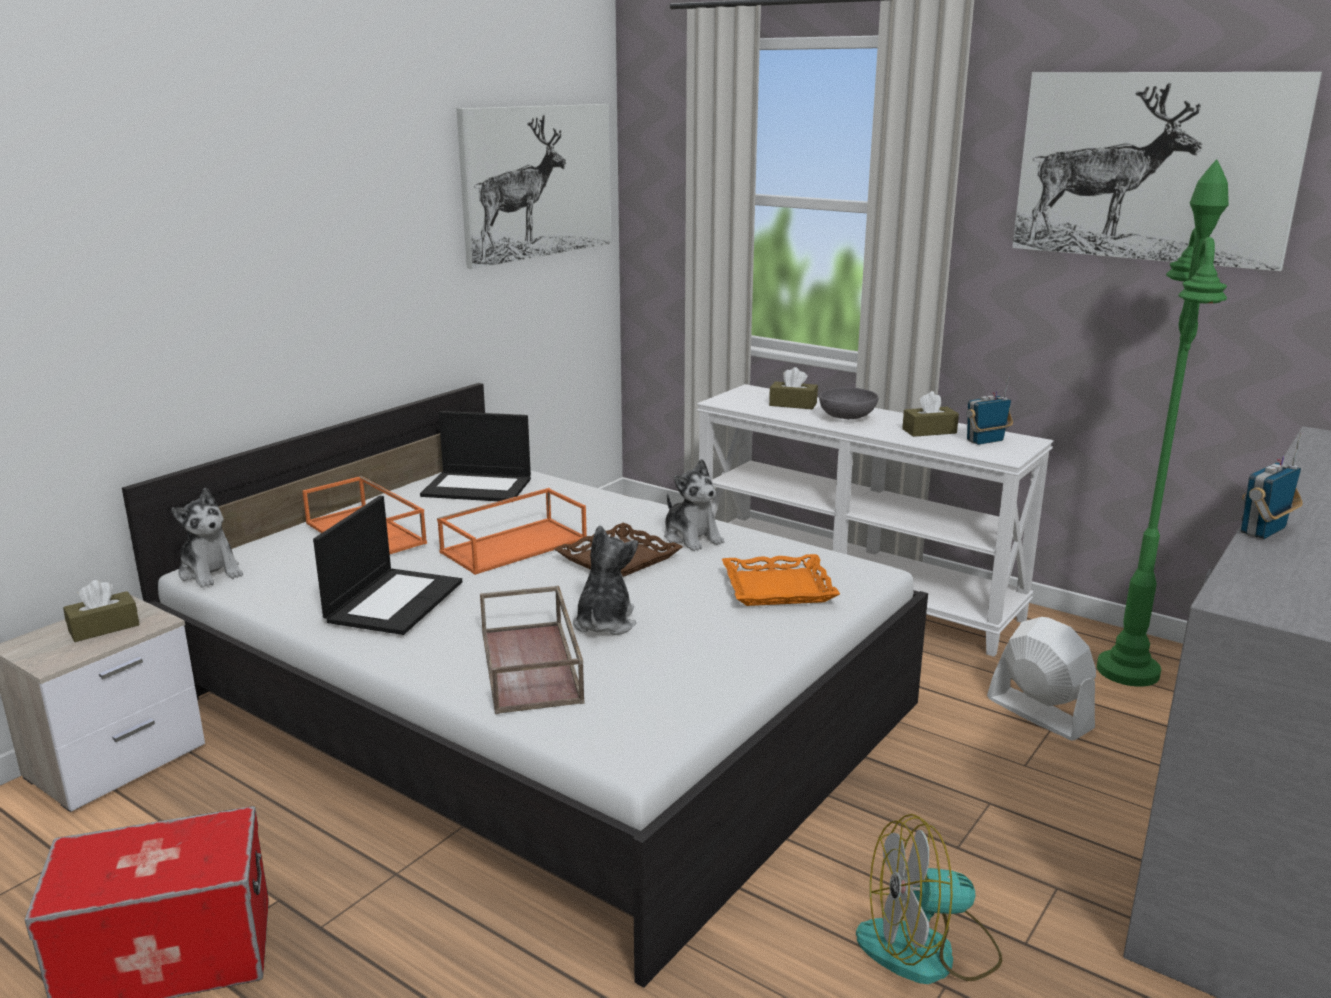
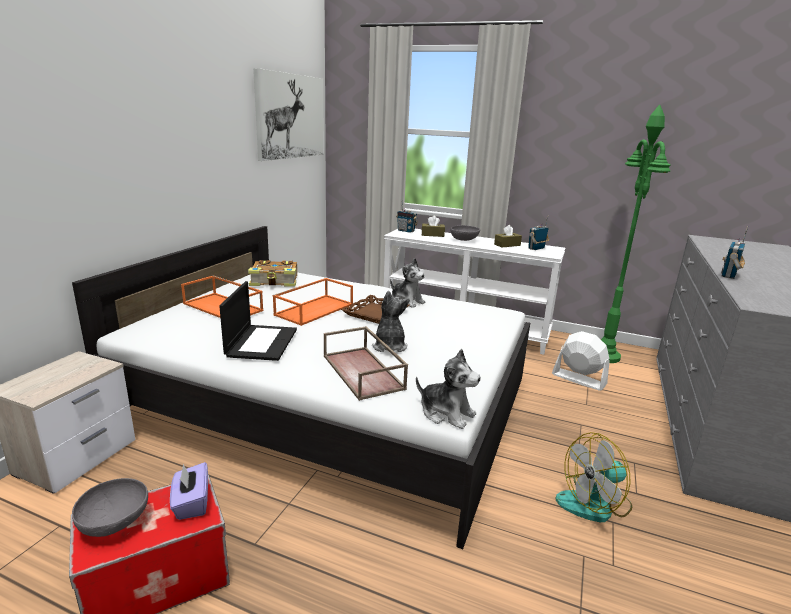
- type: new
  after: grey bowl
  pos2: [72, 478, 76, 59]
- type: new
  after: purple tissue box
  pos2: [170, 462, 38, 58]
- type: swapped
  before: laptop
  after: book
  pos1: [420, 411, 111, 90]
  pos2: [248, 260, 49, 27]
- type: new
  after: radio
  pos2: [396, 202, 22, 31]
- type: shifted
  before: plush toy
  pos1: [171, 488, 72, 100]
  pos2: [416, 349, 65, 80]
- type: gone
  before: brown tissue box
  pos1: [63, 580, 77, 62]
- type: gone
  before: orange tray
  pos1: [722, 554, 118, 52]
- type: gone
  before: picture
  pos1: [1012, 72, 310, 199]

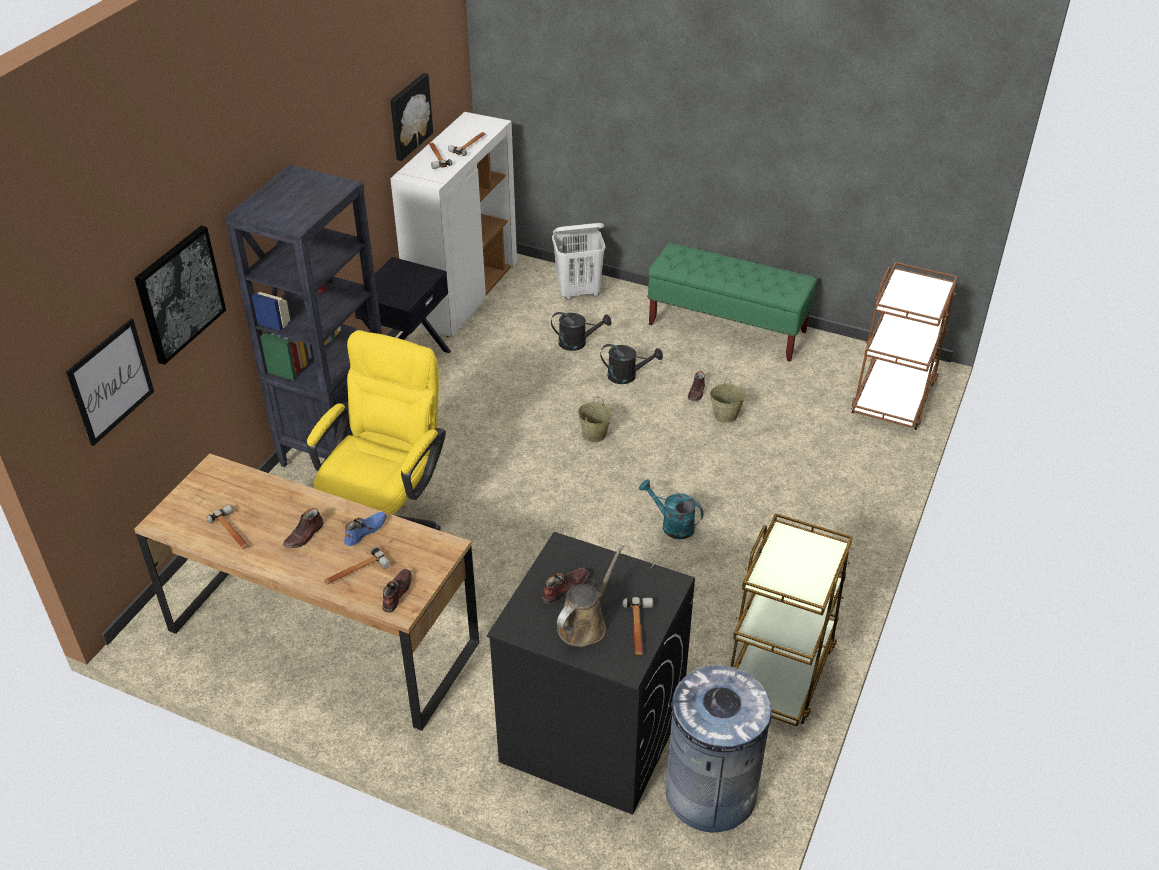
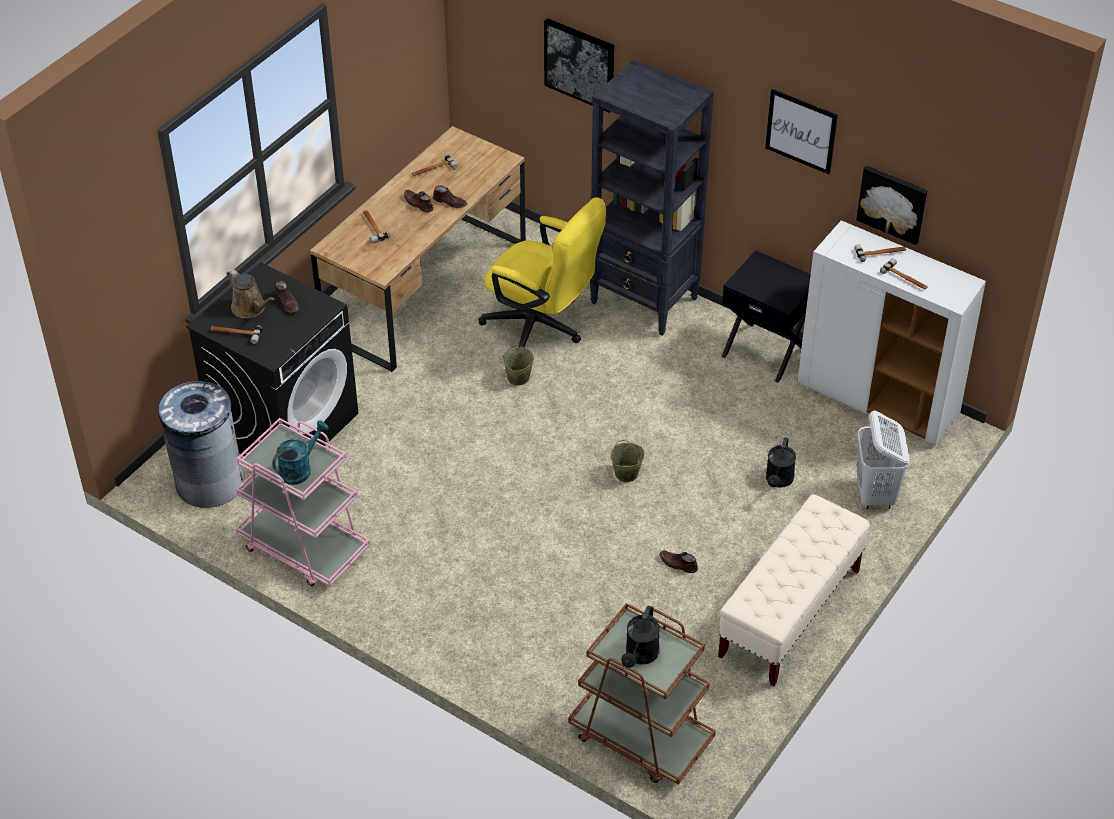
- type: repainted
  before: brown cart
  after: pink cart
  pos1: [730, 513, 123, 214]
  pos2: [236, 418, 134, 168]
- type: shifted
  before: turquoise watering can
  pos1: [639, 479, 65, 60]
  pos2: [272, 420, 57, 65]
- type: shifted
  before: brown shoe
  pos1: [382, 569, 30, 44]
  pos2: [433, 185, 35, 23]
- type: shifted
  before: beige bucket
  pos1: [710, 377, 36, 46]
  pos2: [502, 345, 32, 41]
- type: shifted
  before: black watering can
  pos1: [600, 344, 63, 40]
  pos2: [621, 606, 39, 62]
- type: repainted
  before: green bench
  after: beige bench
  pos1: [647, 243, 170, 119]
  pos2: [718, 494, 152, 192]
- type: shifted
  before: picture
  pos1: [66, 318, 88, 128]
  pos2: [765, 89, 73, 85]
- type: gone
  before: blue shoe
  pos1: [344, 512, 43, 34]

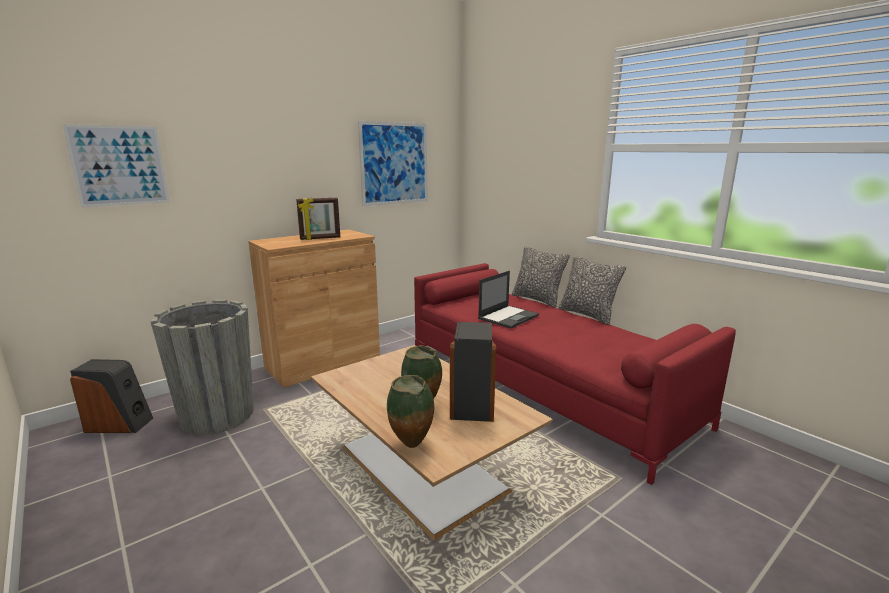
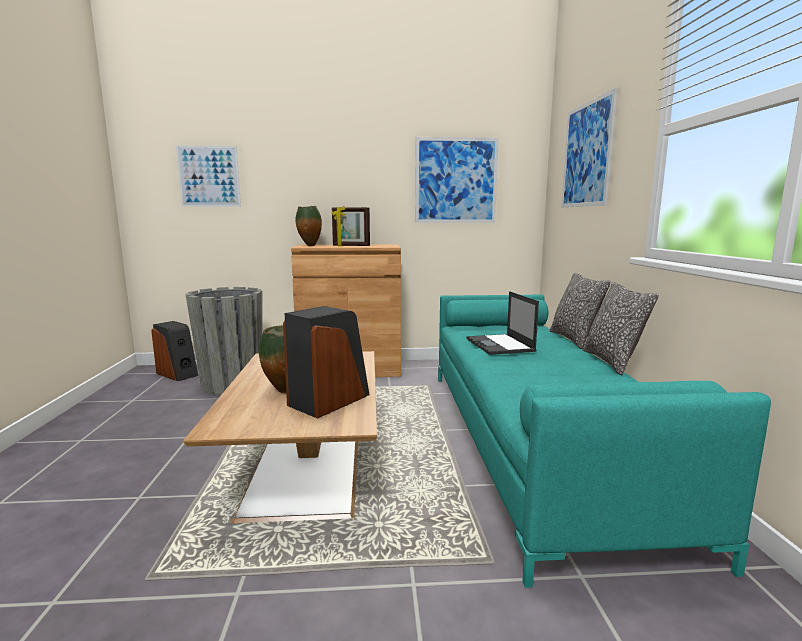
- type: shifted
  before: vase
  pos1: [387, 375, 47, 73]
  pos2: [295, 206, 27, 40]
- type: repainted
  before: red sofa
  after: turquoise sofa
  pos1: [414, 263, 322, 222]
  pos2: [438, 295, 333, 293]
- type: rotated
  before: laptop
  pos1: [478, 271, 61, 58]
  pos2: [467, 291, 72, 64]
  turn: 90
- type: new
  after: picture
  pos2: [561, 88, 56, 119]

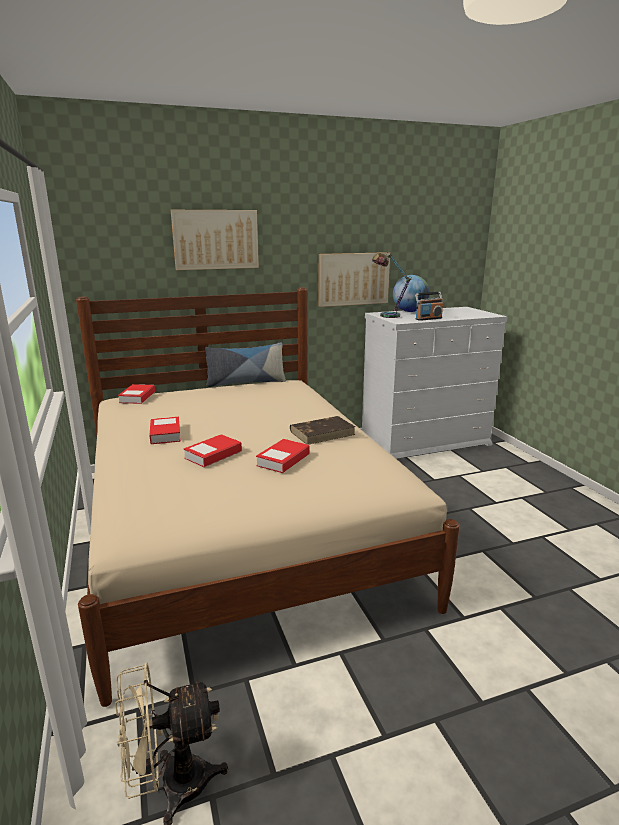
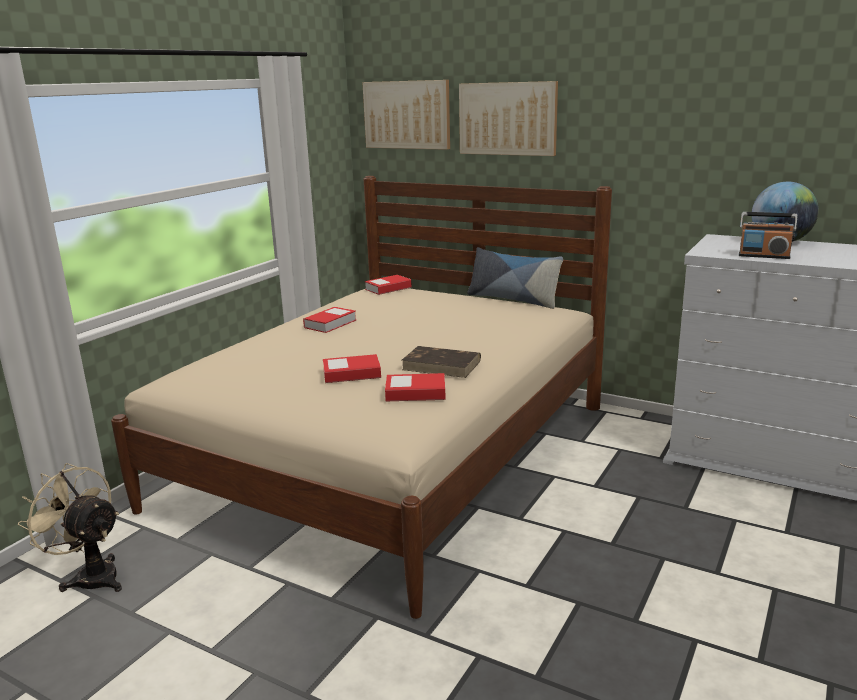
- type: shifted
  before: picture
  pos1: [318, 252, 72, 55]
  pos2: [362, 80, 88, 70]
- type: shifted
  before: book
  pos1: [184, 434, 58, 33]
  pos2: [385, 373, 61, 28]
- type: gone
  before: table lamp
  pos1: [372, 253, 40, 65]

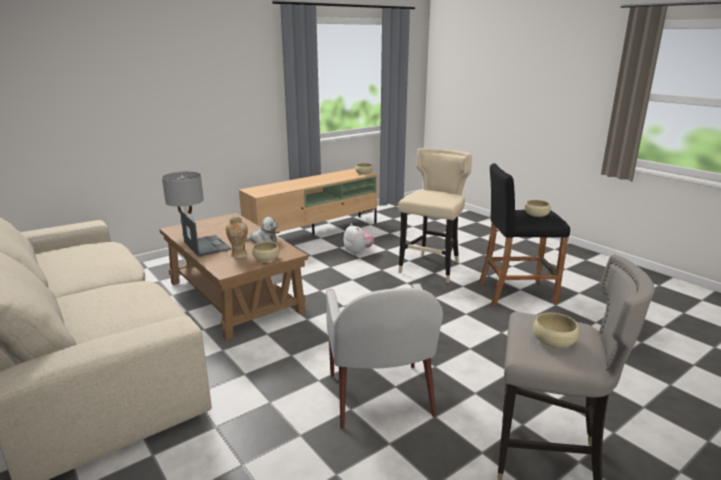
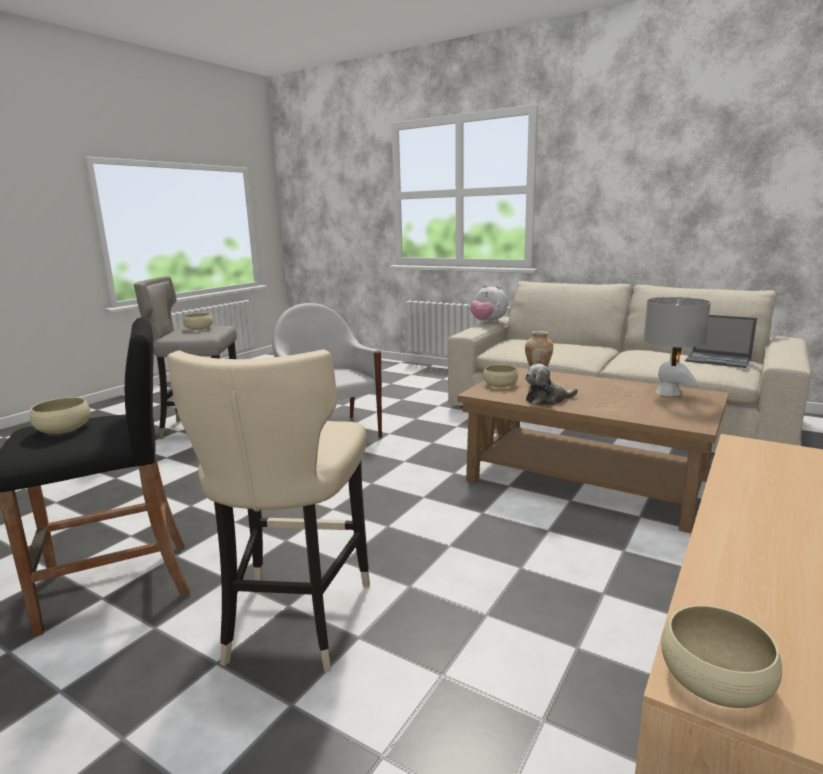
- type: shifted
  before: plush toy
  pos1: [343, 224, 31, 31]
  pos2: [470, 285, 38, 38]
- type: shifted
  before: laptop
  pos1: [180, 210, 51, 47]
  pos2: [685, 315, 72, 53]

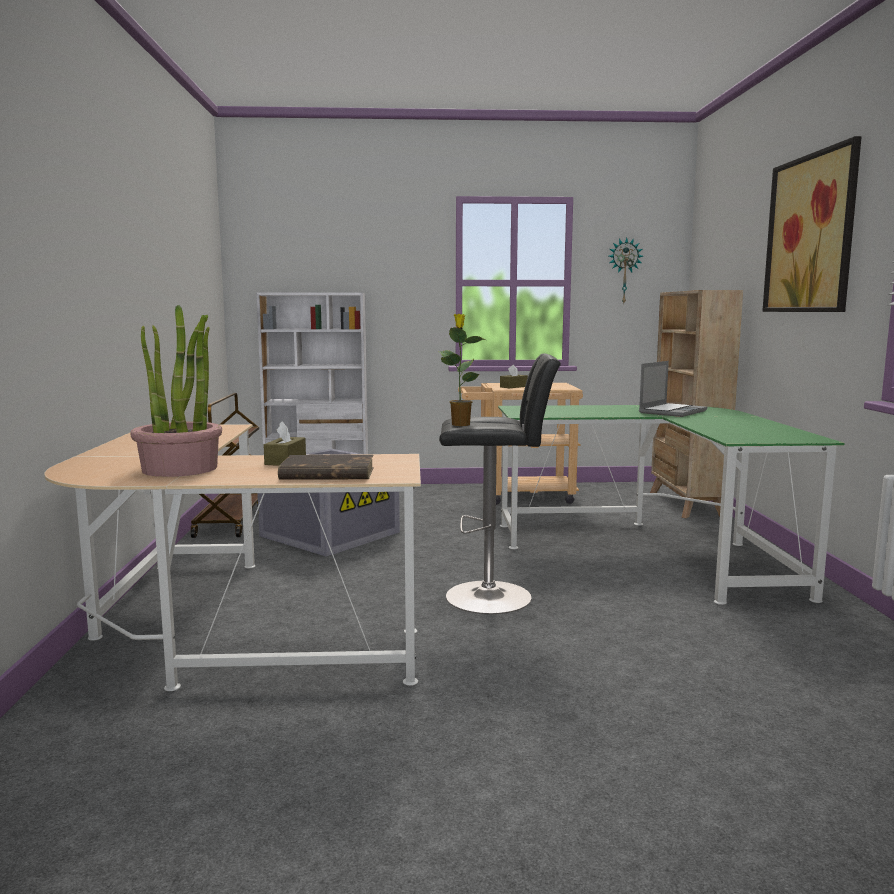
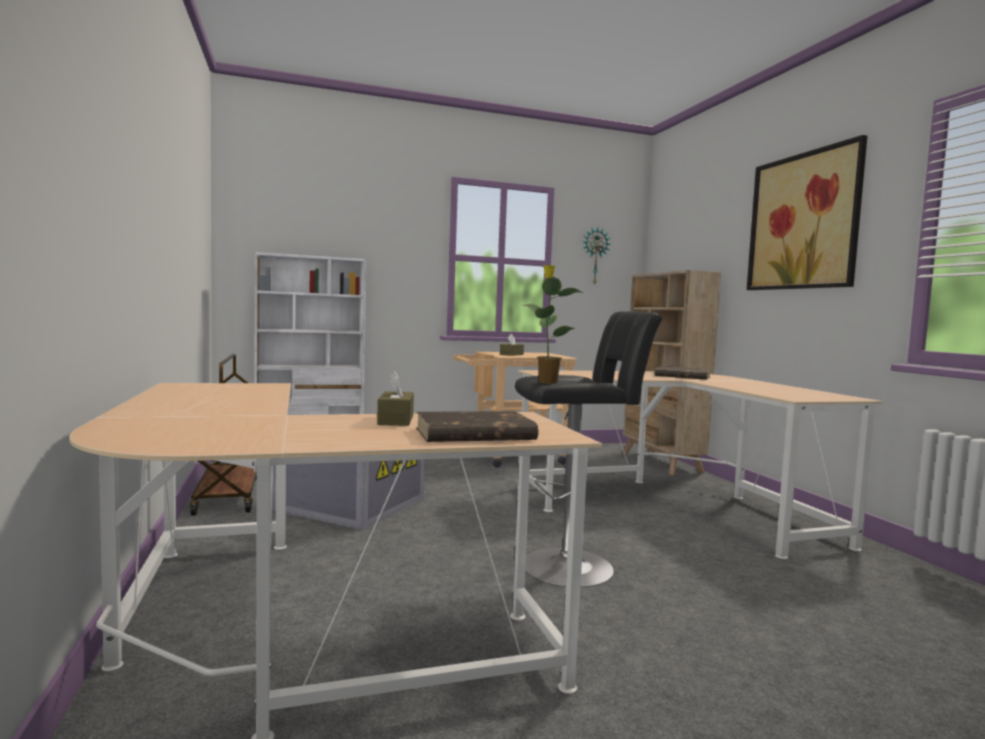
- type: repainted
  before: green desk
  after: beige desk
  pos1: [498, 405, 347, 200]
  pos2: [517, 370, 366, 189]
- type: swapped
  before: laptop
  after: brown book
  pos1: [639, 361, 68, 56]
  pos2: [654, 366, 56, 14]
- type: gone
  before: potted plant
  pos1: [130, 305, 92, 172]

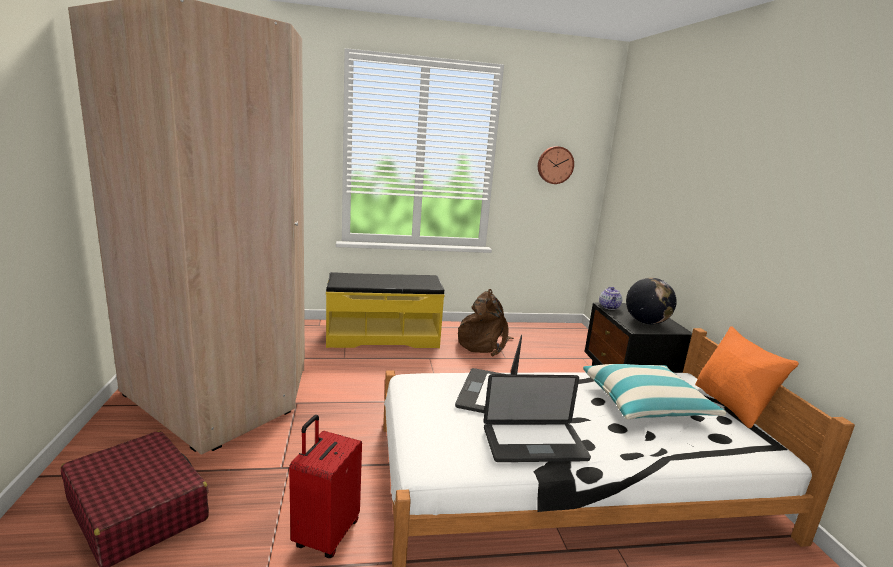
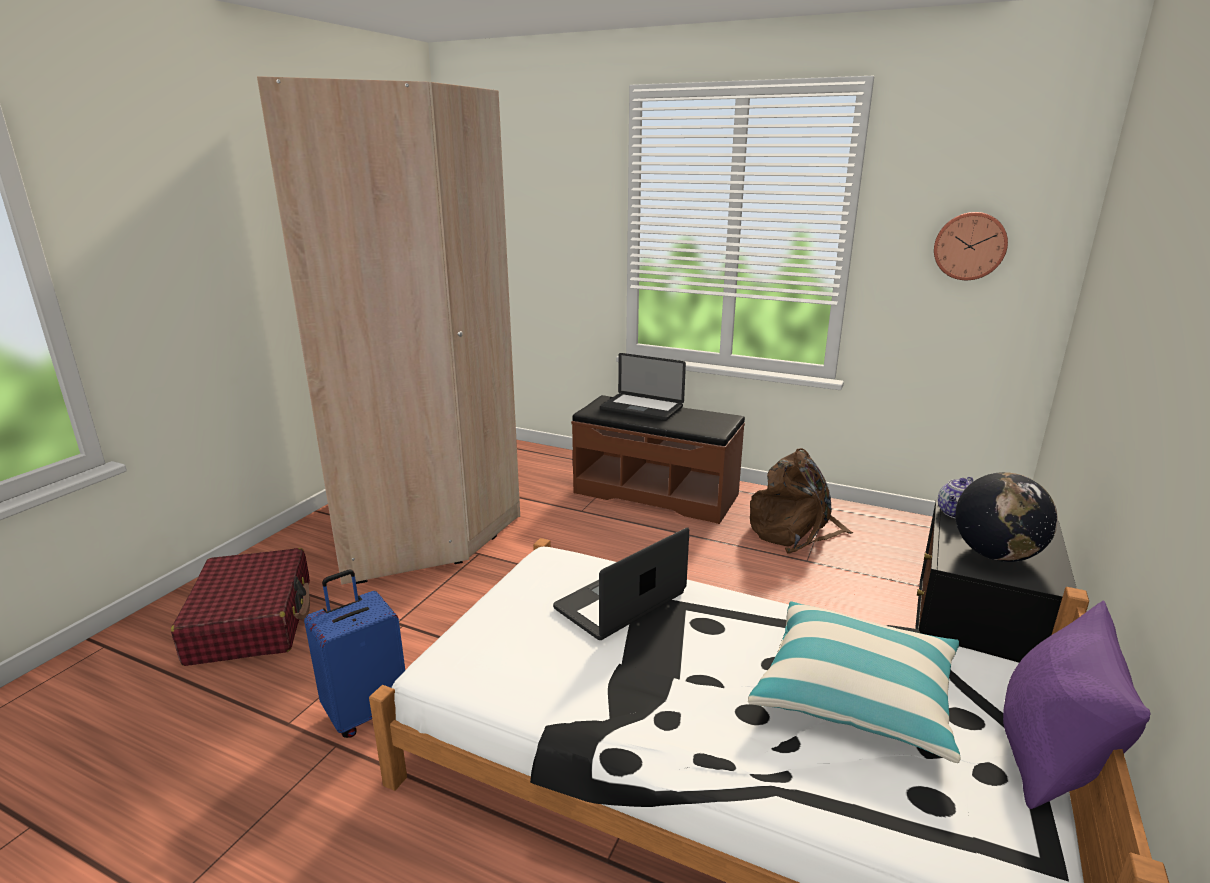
- type: repainted
  before: red suitcase
  after: blue suitcase
  pos1: [289, 415, 73, 143]
  pos2: [304, 570, 101, 168]
- type: repainted
  before: yellow bench
  after: brown bench
  pos1: [326, 272, 119, 76]
  pos2: [571, 395, 174, 129]
- type: shifted
  before: laptop
  pos1: [483, 374, 108, 88]
  pos2: [600, 353, 86, 67]
- type: repainted
  before: orange pillow
  after: purple pillow
  pos1: [695, 326, 104, 102]
  pos2: [1003, 600, 148, 209]

